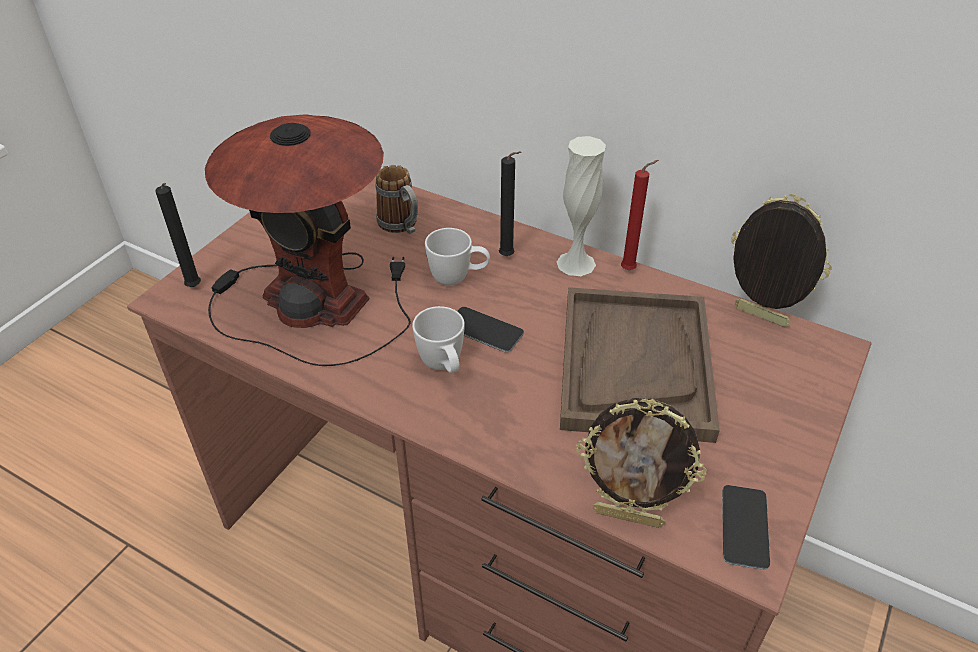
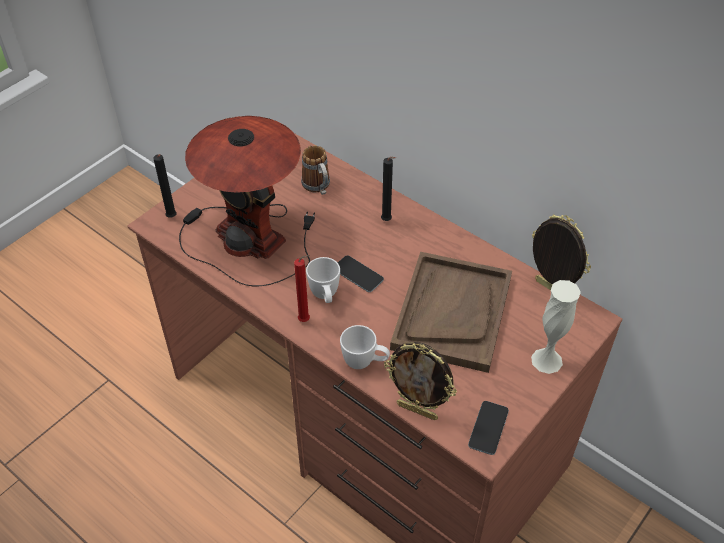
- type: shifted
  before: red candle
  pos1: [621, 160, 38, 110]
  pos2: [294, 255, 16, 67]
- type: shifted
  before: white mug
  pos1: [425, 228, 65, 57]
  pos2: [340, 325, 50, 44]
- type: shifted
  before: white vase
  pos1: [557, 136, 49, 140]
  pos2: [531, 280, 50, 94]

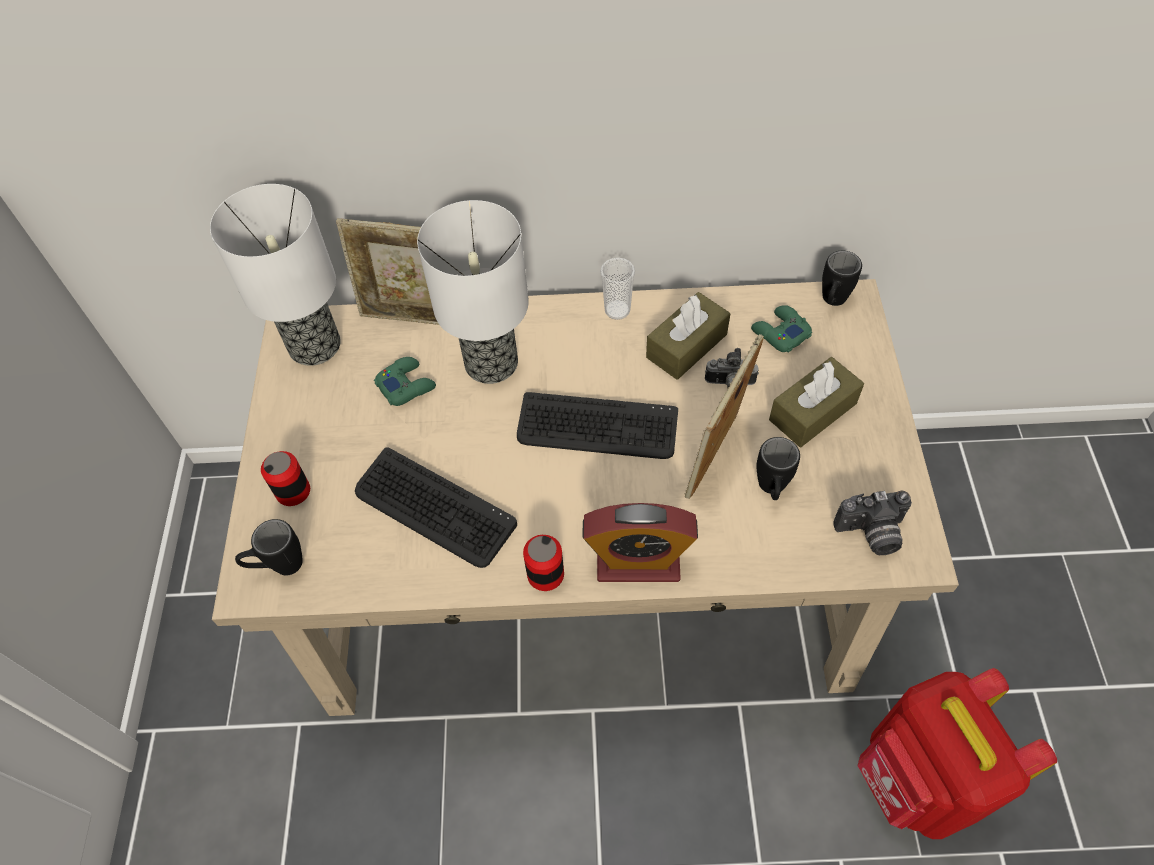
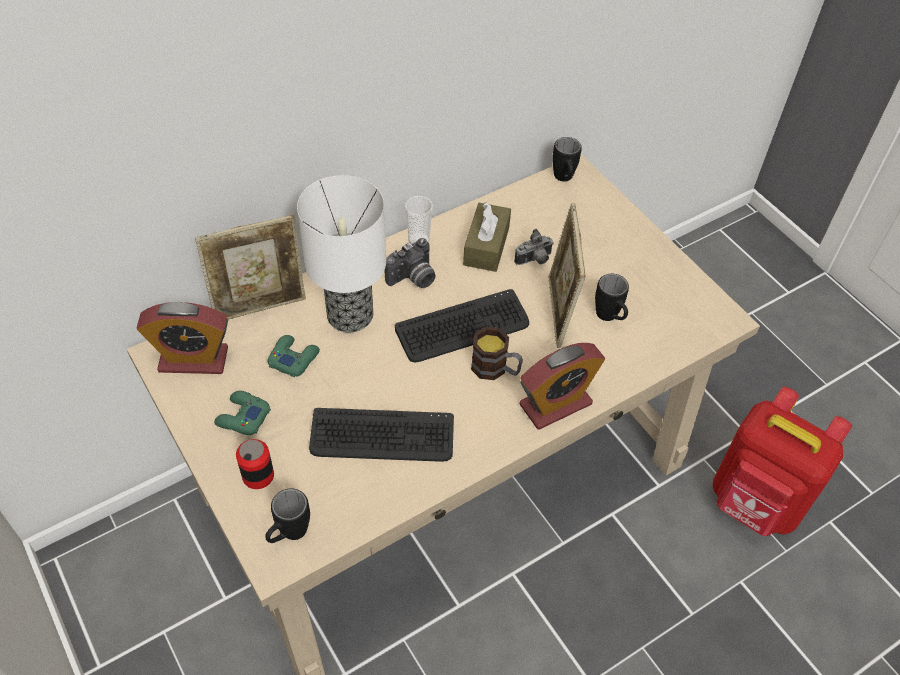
- type: swapped
  before: table lamp
  after: alarm clock
  pos1: [210, 184, 131, 182]
  pos2: [136, 302, 92, 72]
- type: shifted
  before: green game controller
  pos1: [751, 305, 61, 47]
  pos2: [214, 391, 57, 44]
- type: shifted
  before: photo camera
  pos1: [833, 491, 79, 64]
  pos2: [385, 238, 50, 50]
- type: new
  after: mug
  pos2: [471, 327, 52, 53]
- type: gone
  before: can
  pos1: [523, 535, 41, 56]
- type: gone
  before: brown tissue box
  pos1: [769, 357, 95, 90]

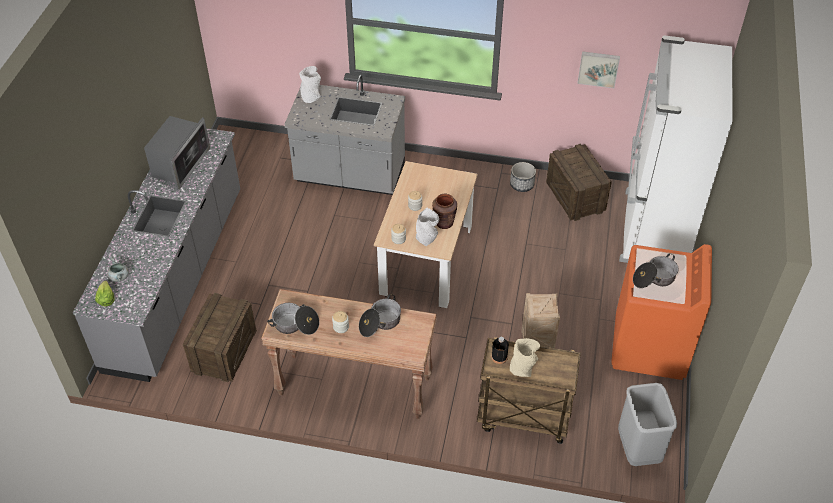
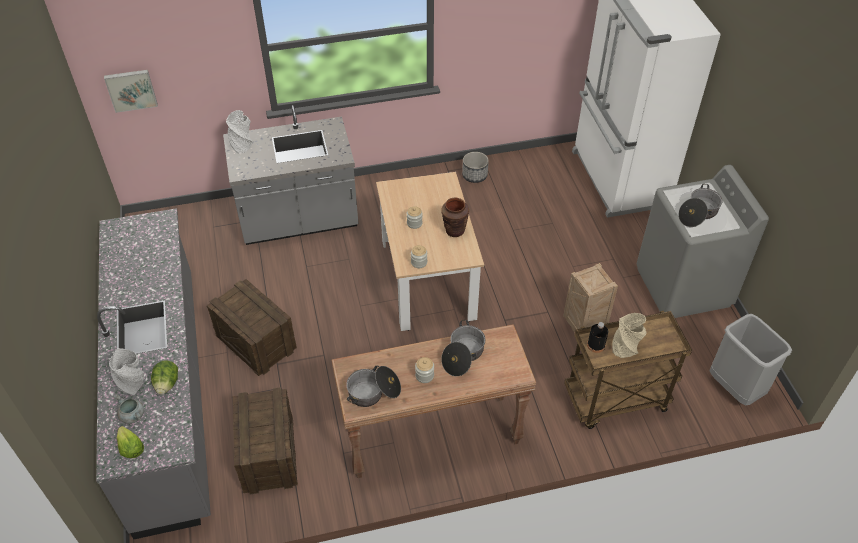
- type: shifted
  before: picture
  pos1: [577, 51, 43, 37]
  pos2: [104, 70, 54, 43]
- type: shifted
  before: grey vase
  pos1: [416, 208, 23, 38]
  pos2: [109, 348, 35, 47]
- type: new
  after: lettuce
  pos2: [151, 360, 27, 35]
- type: shifted
  before: crate
  pos1: [546, 144, 66, 77]
  pos2: [207, 279, 90, 97]
- type: repainted
  before: orange washing machine
  after: grey washing machine
  pos1: [611, 244, 101, 136]
  pos2: [636, 165, 133, 153]
- type: gone
  before: microwave
  pos1: [144, 116, 66, 74]

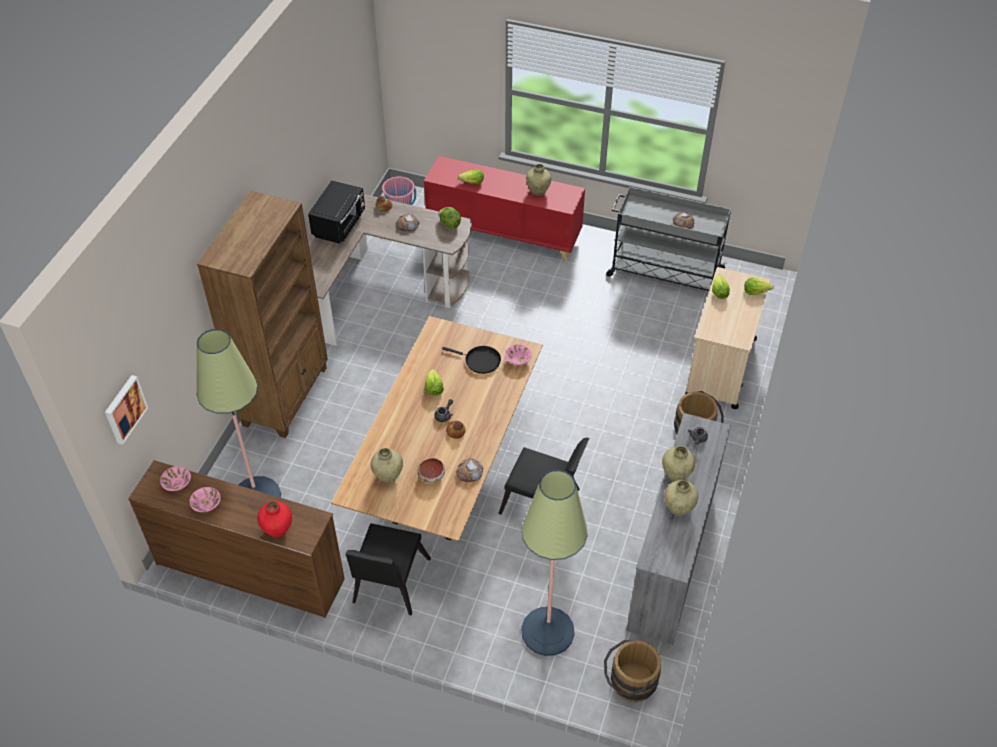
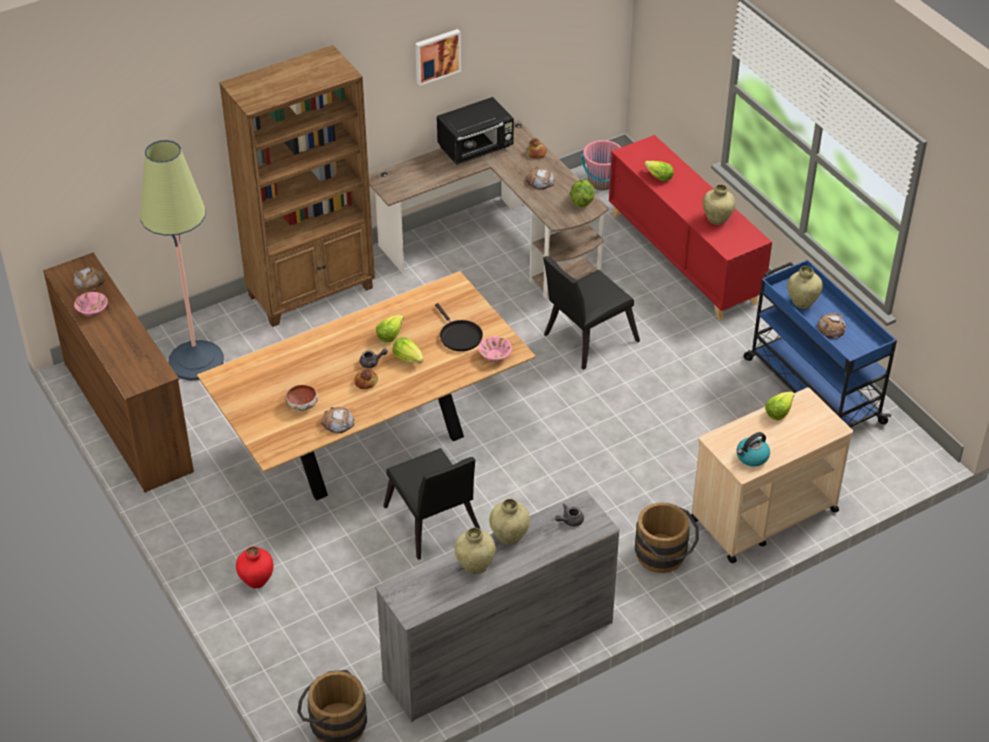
- type: swapped
  before: pink bowl
  after: bread
  pos1: [160, 466, 31, 25]
  pos2: [73, 267, 31, 23]
- type: shifted
  before: red vase
  pos1: [258, 501, 34, 36]
  pos2: [236, 546, 37, 42]
- type: shifted
  before: lettuce
  pos1: [744, 277, 30, 18]
  pos2: [393, 338, 31, 25]
- type: shifted
  before: picture
  pos1: [105, 375, 43, 70]
  pos2: [415, 29, 46, 57]
- type: shifted
  before: black chair
  pos1: [346, 523, 85, 92]
  pos2: [543, 256, 97, 114]
- type: new
  after: kettle
  pos2: [737, 432, 33, 35]
- type: repainted
  before: grey cart
  after: blue cart
  pos1: [606, 187, 125, 106]
  pos2: [744, 260, 153, 168]
- type: shifted
  before: beige vase
  pos1: [371, 448, 32, 35]
  pos2: [787, 266, 36, 43]
- type: gone
  before: floor lamp
  pos1: [521, 470, 67, 186]

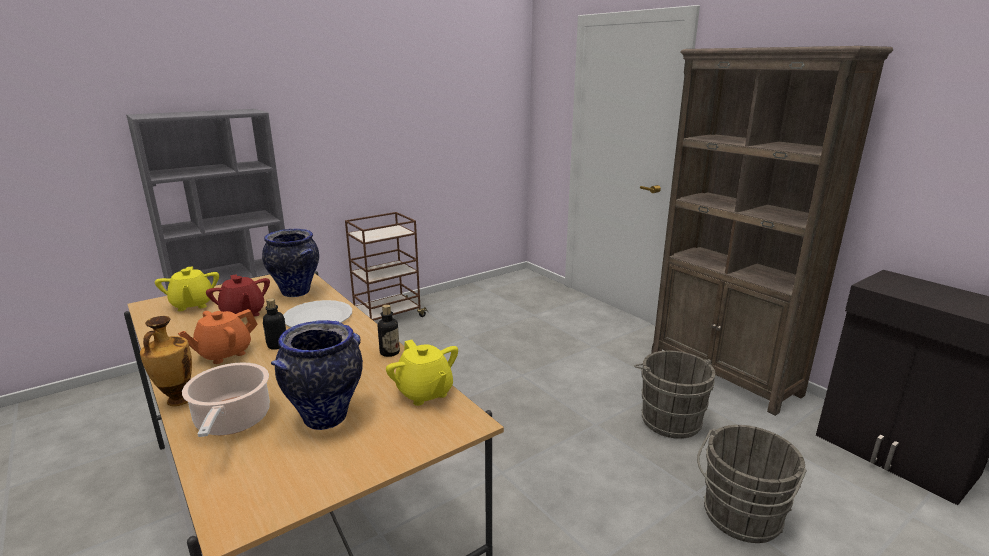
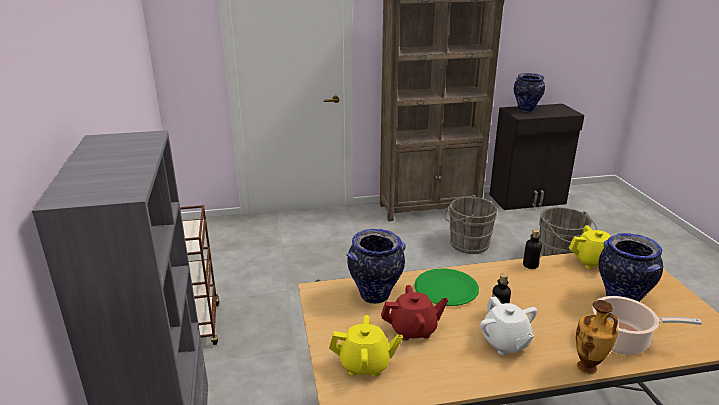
- type: repainted
  before: white plate
  after: green plate
  pos1: [283, 300, 69, 27]
  pos2: [414, 268, 65, 38]
- type: repainted
  before: orange teapot
  after: white teapot
  pos1: [178, 309, 80, 55]
  pos2: [480, 296, 57, 59]
- type: new
  after: vase
  pos2: [514, 73, 31, 39]

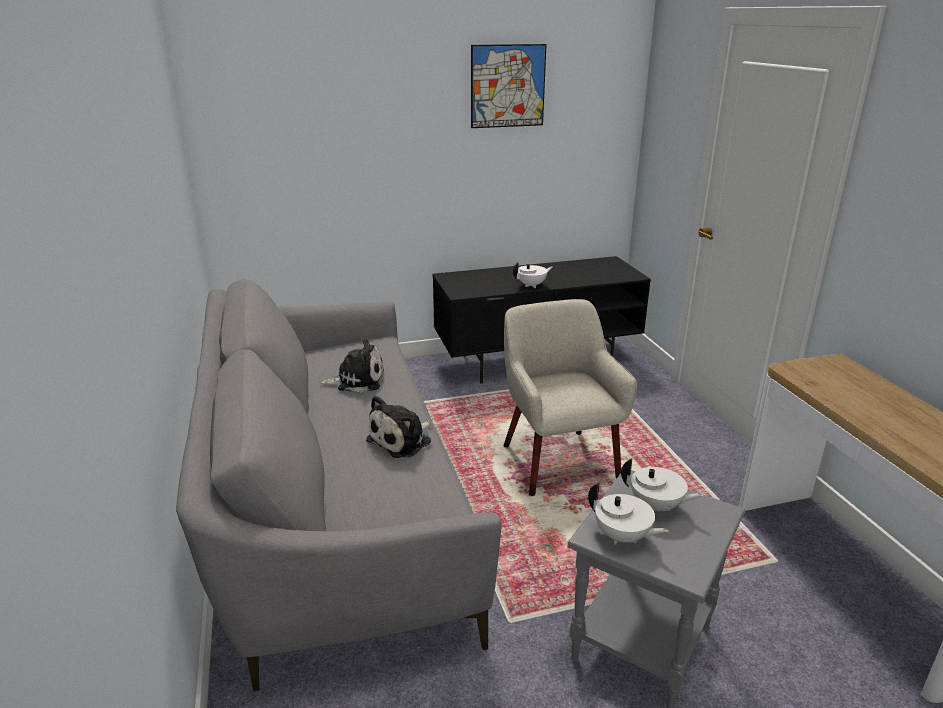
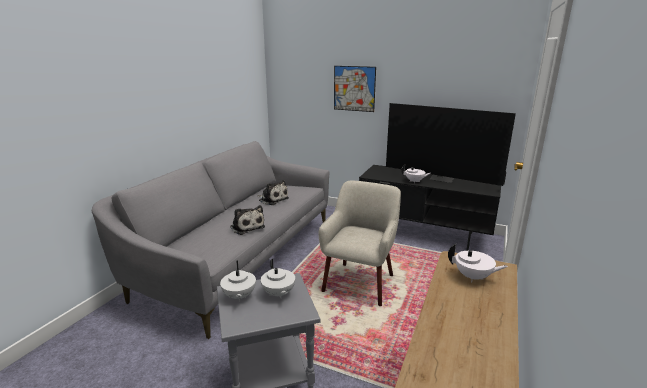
- type: rotated
  before: plush toy
  pos1: [366, 395, 65, 63]
  pos2: [230, 205, 35, 30]
  turn: -120
- type: shifted
  before: picture
  pos1: [471, 44, 76, 84]
  pos2: [334, 66, 42, 46]
- type: new
  after: television
  pos2: [386, 103, 130, 83]
- type: new
  after: white teapot
  pos2: [448, 244, 60, 38]

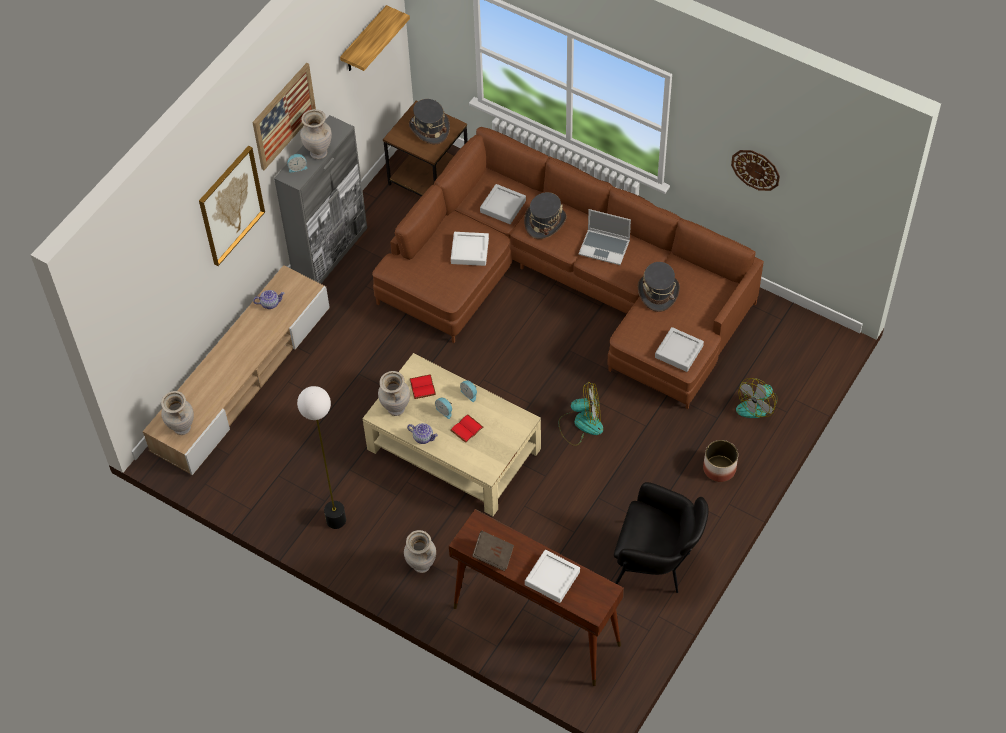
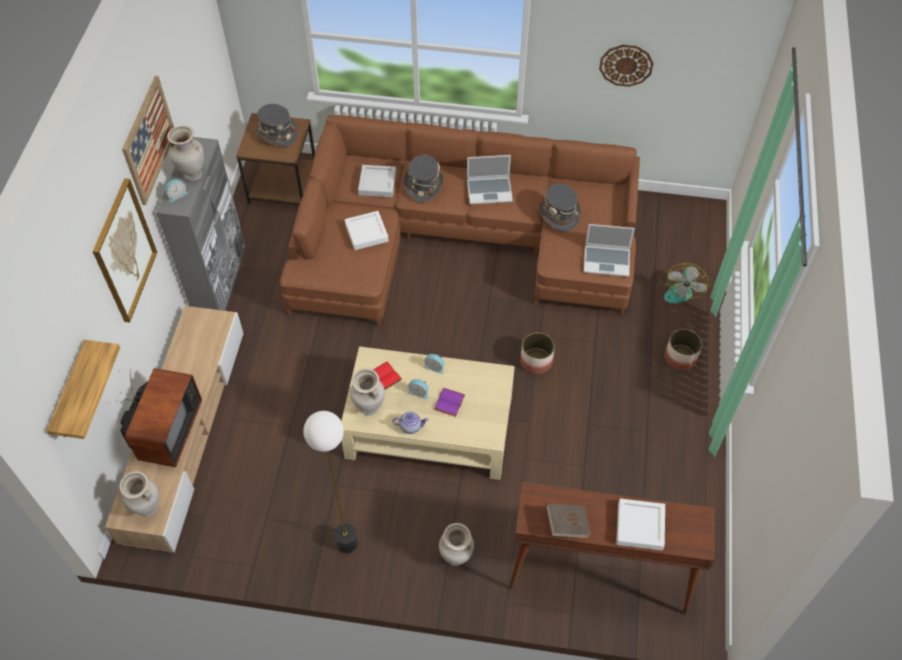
- type: shifted
  before: shelf
  pos1: [340, 5, 70, 66]
  pos2: [46, 340, 74, 99]
- type: new
  after: television
  pos2: [120, 368, 82, 99]
- type: repainted
  before: red book
  after: purple book
  pos1: [450, 415, 34, 28]
  pos2: [434, 388, 31, 29]
- type: swapped
  before: fan
  after: planter
  pos1: [559, 382, 44, 64]
  pos2: [520, 332, 35, 42]
- type: swapped
  before: grey tray
  after: laptop
  pos1: [655, 327, 49, 45]
  pos2: [584, 224, 51, 53]
- type: gone
  before: teapot
  pos1: [253, 290, 32, 19]
- type: gone
  before: black armchair
  pos1: [614, 482, 95, 111]

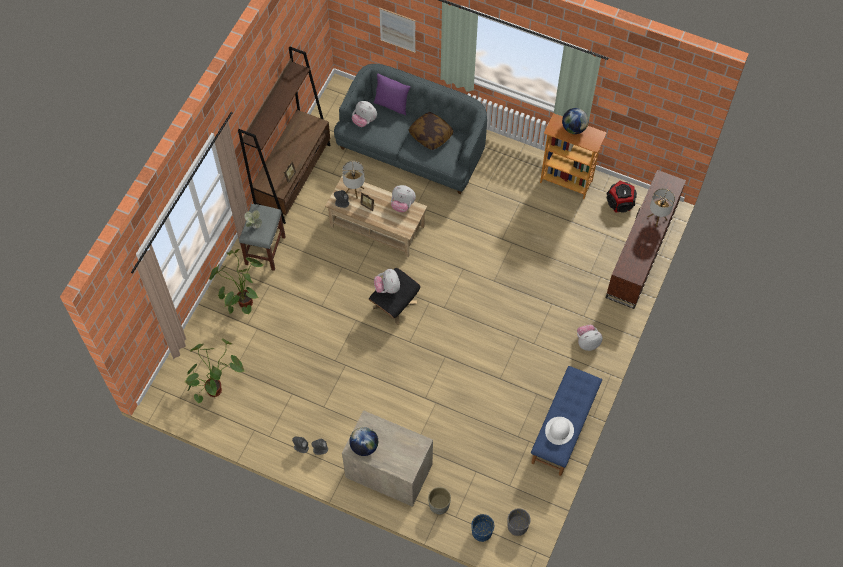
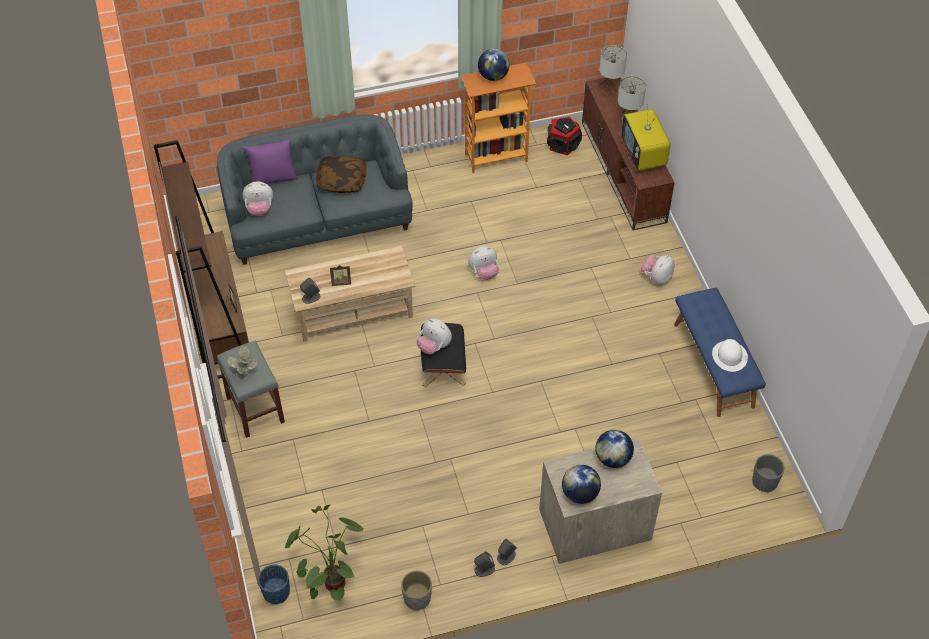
- type: shifted
  before: blue planter
  pos1: [471, 514, 23, 28]
  pos2: [258, 565, 32, 39]
- type: shifted
  before: grey planter
  pos1: [428, 487, 23, 28]
  pos2: [401, 570, 31, 40]
- type: shifted
  before: plush toy
  pos1: [391, 185, 25, 27]
  pos2: [468, 246, 31, 34]
- type: new
  after: globe
  pos2: [595, 430, 39, 38]
- type: shifted
  before: table lamp
  pos1: [342, 161, 23, 38]
  pos2: [599, 45, 28, 51]
- type: new
  after: television
  pos2: [621, 104, 50, 67]
- type: gone
  before: potted plant
  pos1: [209, 249, 55, 66]
- type: gone
  before: picture
  pos1: [379, 8, 37, 45]

